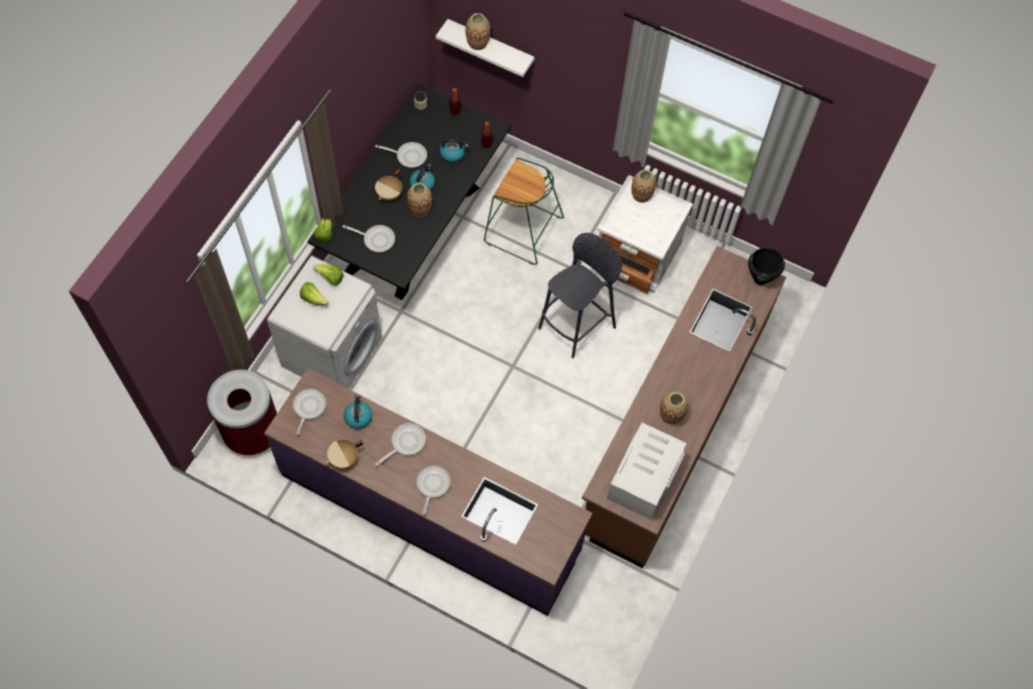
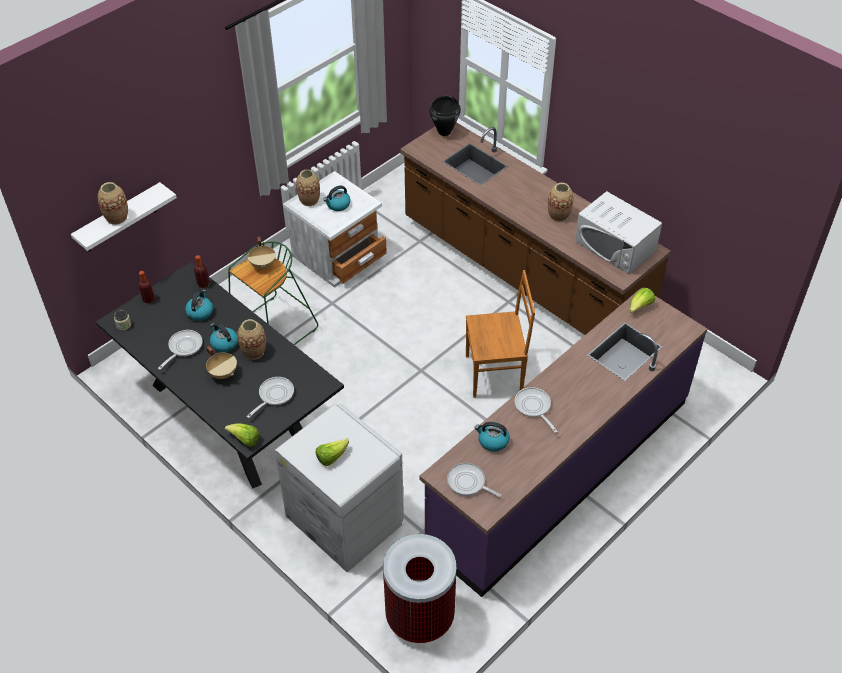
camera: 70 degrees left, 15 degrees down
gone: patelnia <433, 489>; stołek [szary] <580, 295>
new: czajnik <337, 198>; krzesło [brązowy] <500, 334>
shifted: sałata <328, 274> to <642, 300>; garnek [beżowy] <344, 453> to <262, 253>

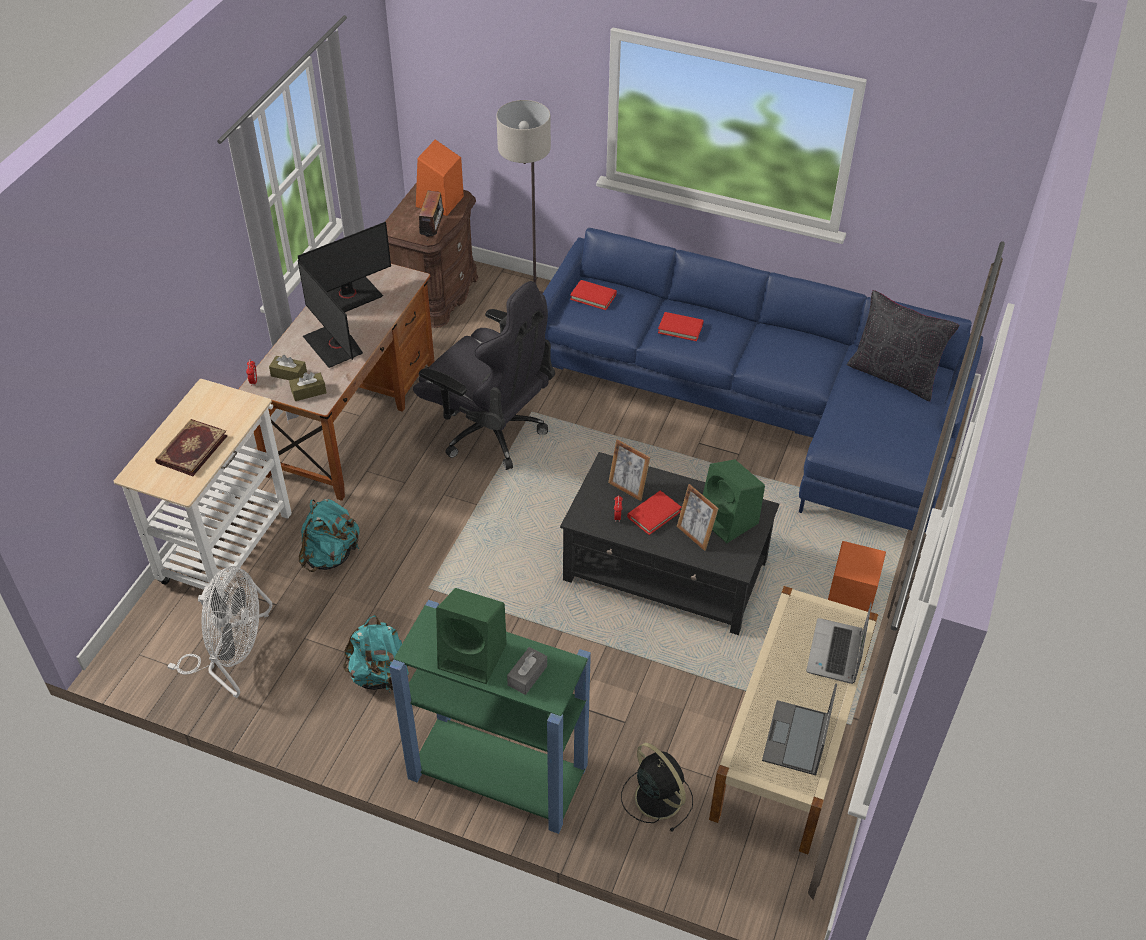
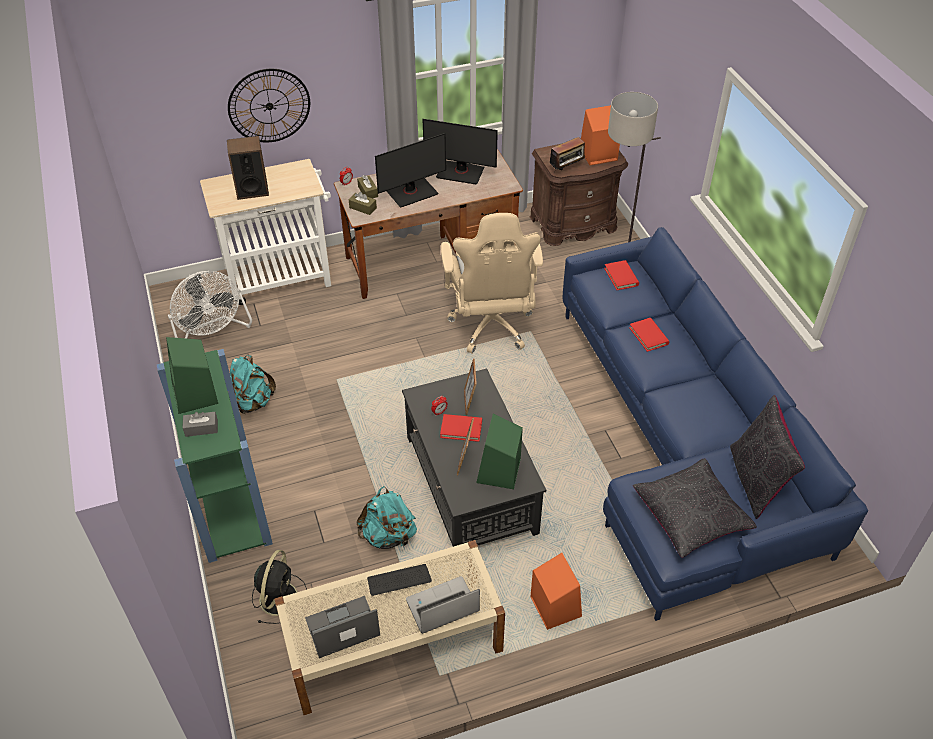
camera: 50 degrees right, 0 degrees up
new: zegar ścienny <269, 105>; klawiatura <399, 580>; poduszka [czarny] <695, 508>
shifted: plecak [turkusowy] <329, 535> to <386, 517>
swapped: książka <191, 447> to głośnik <248, 168>
repainted: krzesło biurowe [czarny] <484, 375> to krzesło biurowe [beżowy] <492, 283>
rotated: monitor <330, 314> = <410, 170> 135 degrees counterclockwise

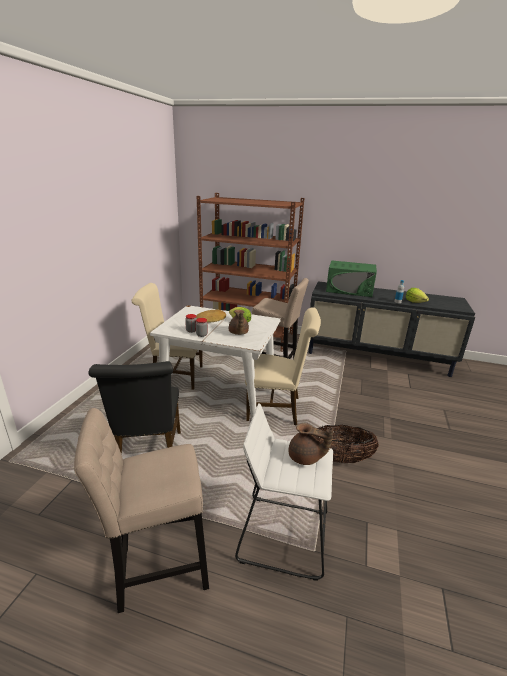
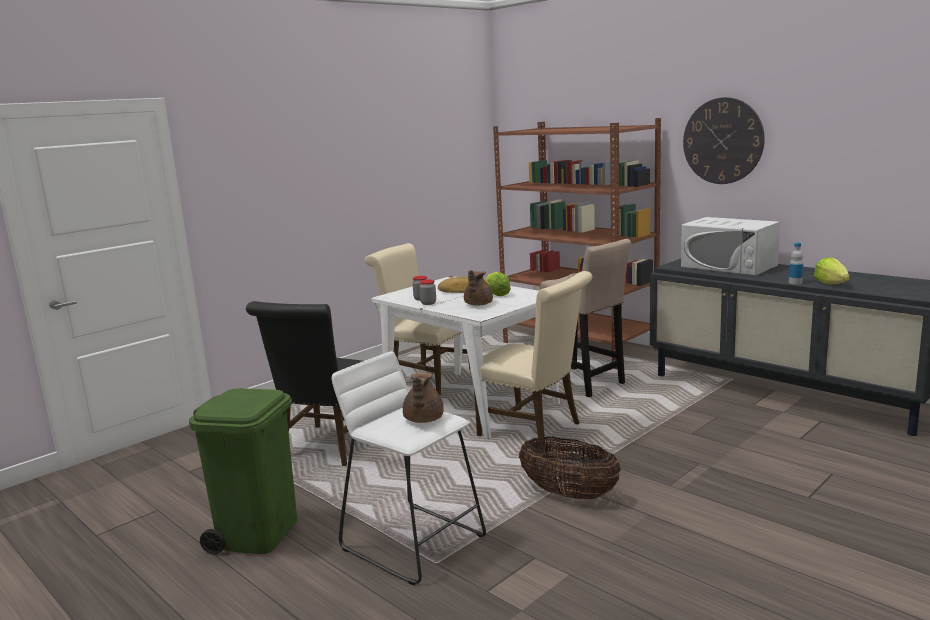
camera: 30 degrees right, 10 degrees down
new: zegar ścienny <724, 140>
swapped: stołek [beżowy] <141, 510> to kosz na śmieci [zielony] <243, 471>
repainted: mikrofalówka [zielony] <351, 279> to mikrofalówka [biały] <730, 246>
rotated: imbryk [brązowy] <310, 444> = <423, 397> 45 degrees clockwise

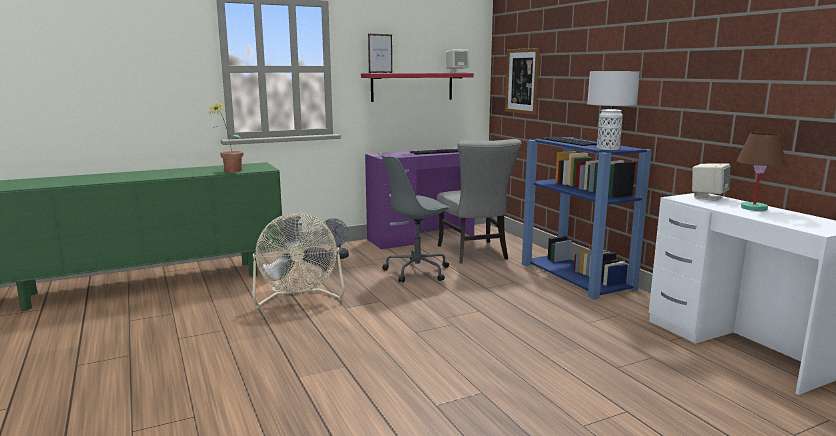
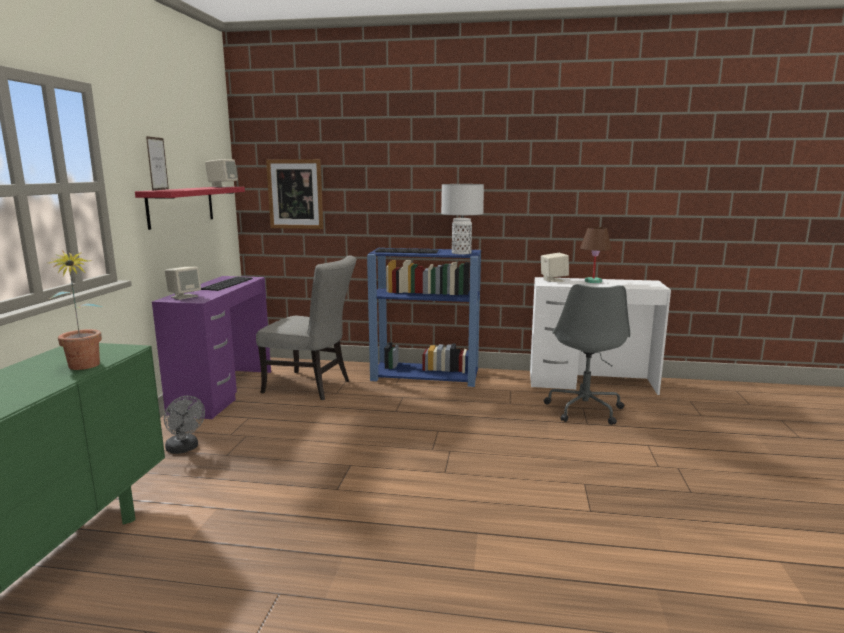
camera: 55 degrees left, 0 degrees up
gone: wentylator [beżowy] <298, 261>
new: głośnik [beżowy] <183, 283>
shifted: krzesło biurowe [szary] <414, 217> to <587, 354>

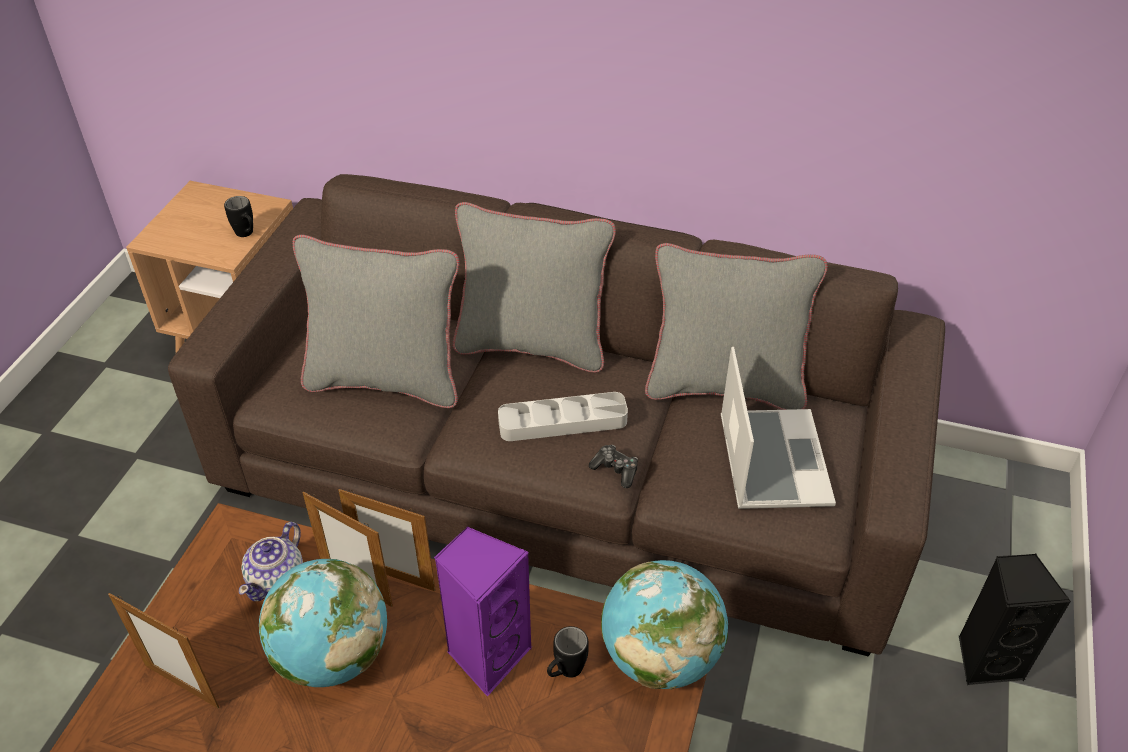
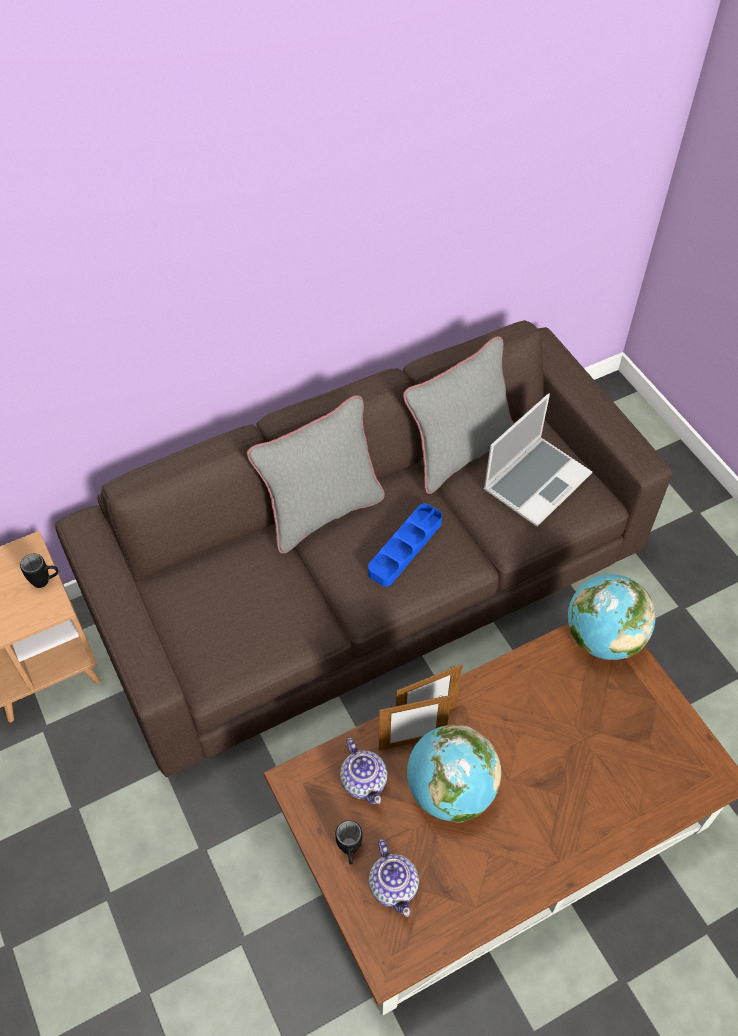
camera: 45 degrees left, 10 degrees up
gone: poduszka [szary] <376, 321>; głośnik [fioletowy] <483, 611>; pad do gier <613, 466>; głośnik [czarny] <1015, 619>
shifted: kubek [czarny] <568, 652> to <348, 842>
swapped: ramka na zdjęcie <163, 651> to imbryk <394, 878>
repainted: taca [szary] <563, 416> to taca [niebieski] <405, 545>
rotated: laptop <778, 428> = <537, 460> 90 degrees clockwise

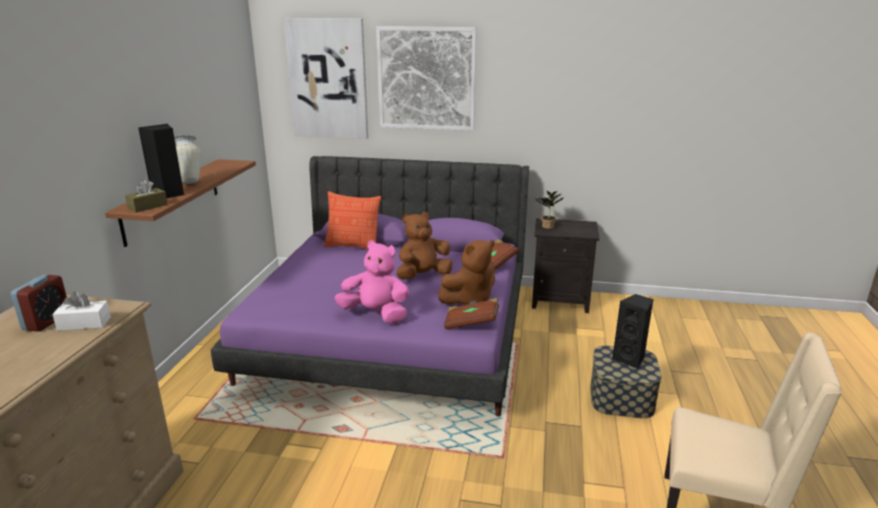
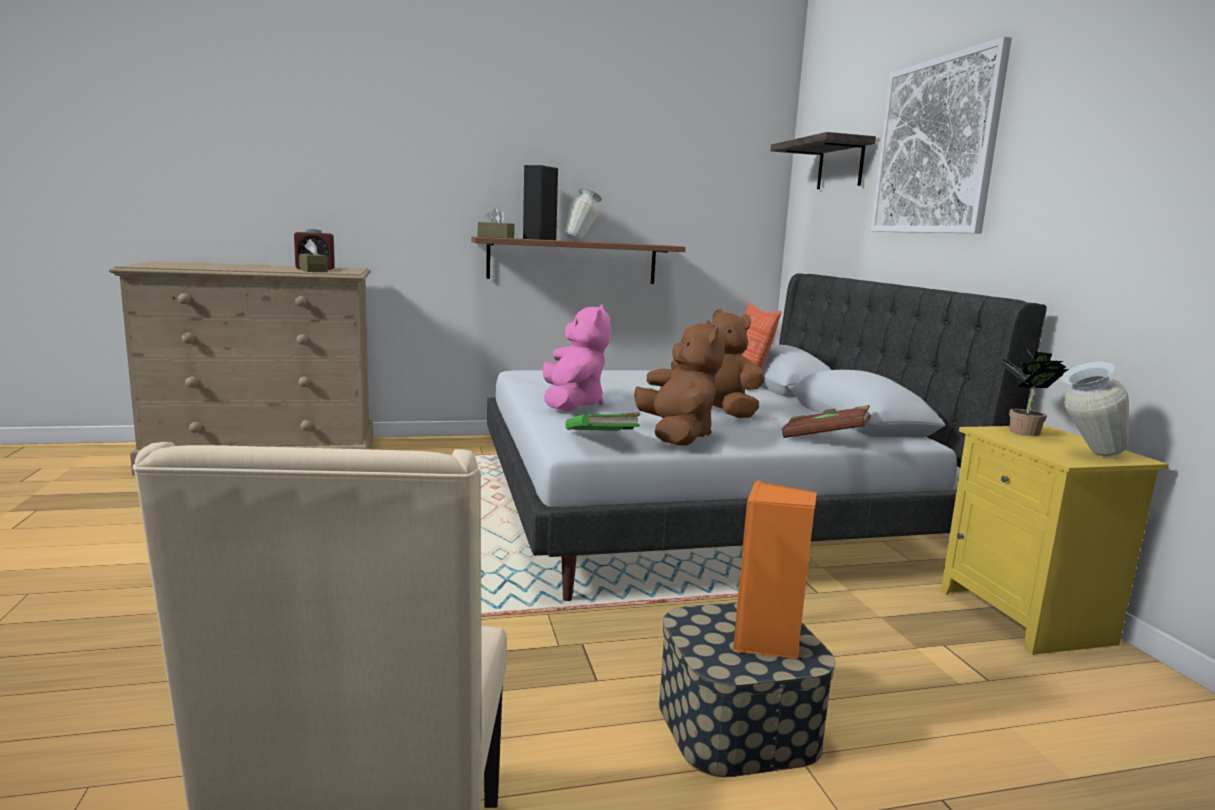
camera: 65 degrees right, 10 degrees down
new: wazon <1095, 409>
swapped: obraz <325, 78> to półka <823, 160>
repainted: pudełko chusteczek [biały] <81, 311> to pudełko chusteczek [brązowy] <313, 255>; łóżko [fioletowy] <370, 286> to łóżko [szary] <767, 437>; książka [brązowy] <471, 313> to książka [zielony] <602, 422>; szafka nocna [czarny] <566, 265> to szafka nocna [żółty] <1055, 540>; głośnik [czarny] <632, 331> to głośnik [pomarańczowy] <775, 570>
rotated: pluszak [brązowy] <466, 272> = <679, 383> 135 degrees counterclockwise

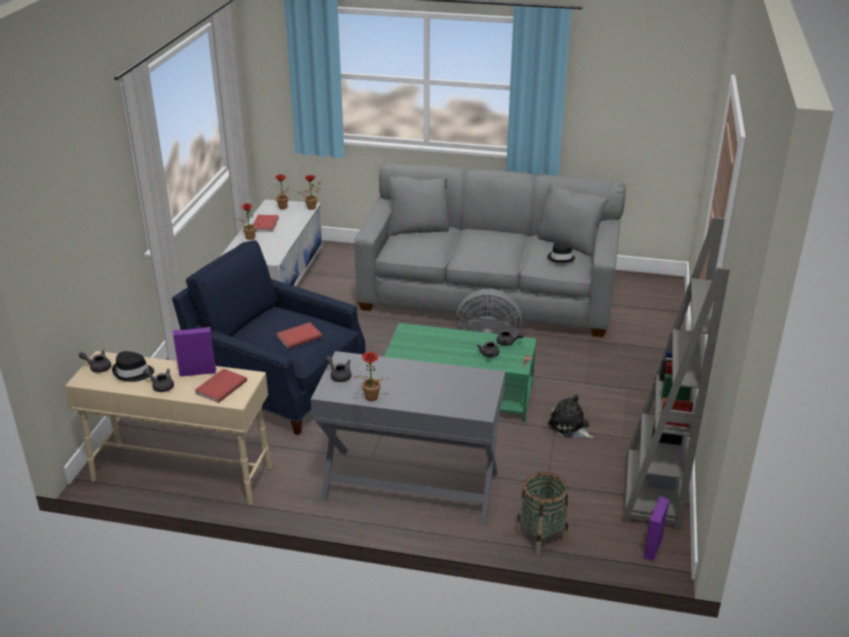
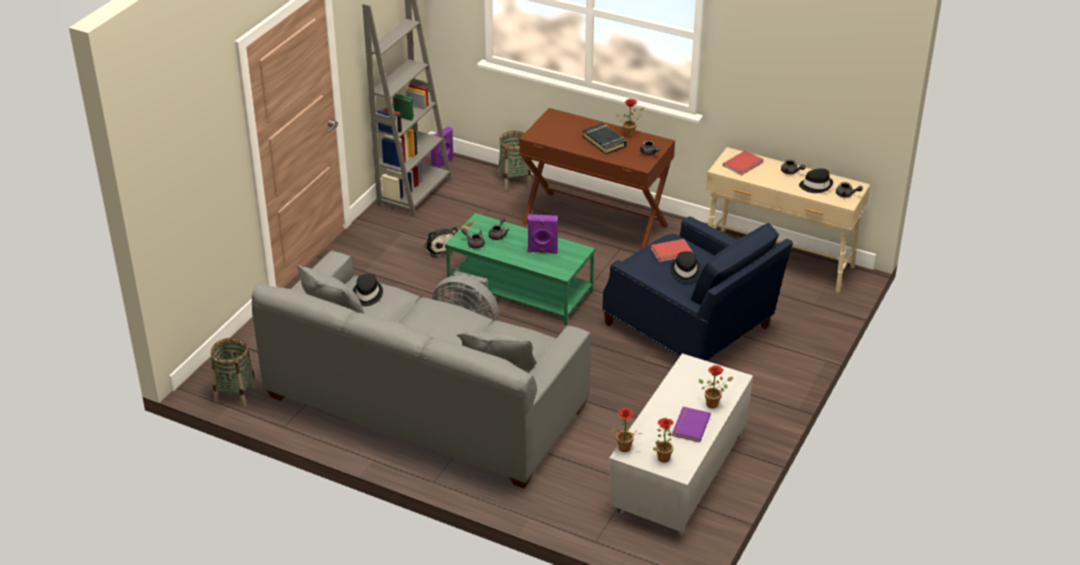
camera: 165 degrees left, 5 degrees up
new: koszyk <234, 372>; książka [czarny] <605, 138>; kapelusz [czarny] <686, 267>
shifted: głośnik [fioletowy] <194, 352> to <542, 234>
repainted: książka [czerwony] <266, 223> to książka [fioletowy] <691, 424>; stolik konsolowy [szary] <408, 438> to stolik konsolowy [brązowy] <597, 179>

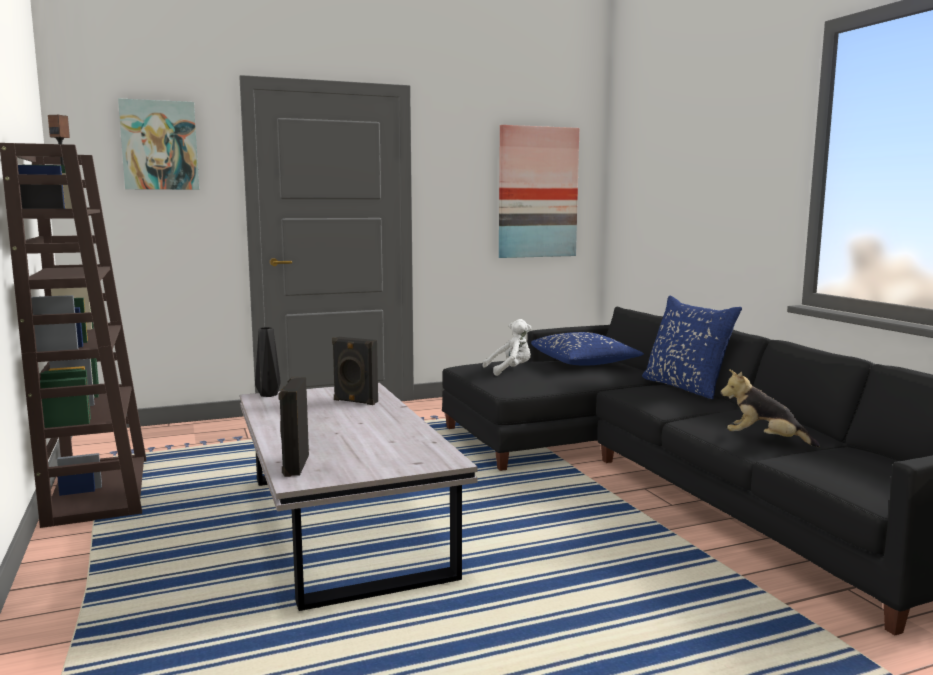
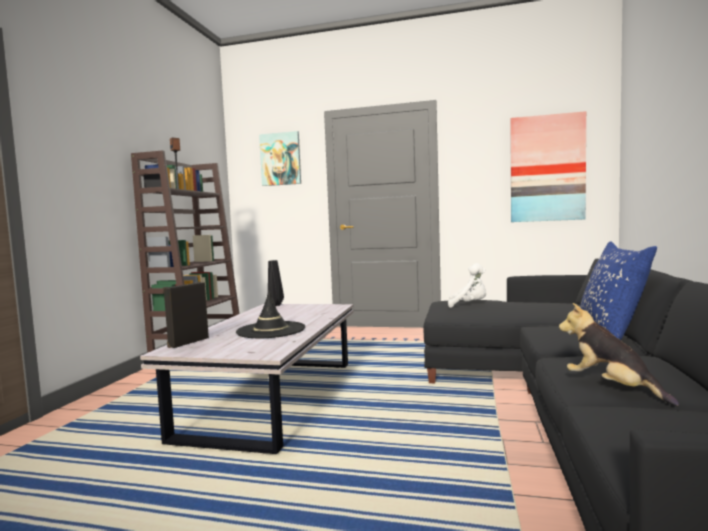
camera: 35 degrees right, 5 degrees down
gone: głośnik [czarny] <355, 371>; poduszka [niebieski] <587, 349>
new: kapelusz [czarny] <270, 313>

